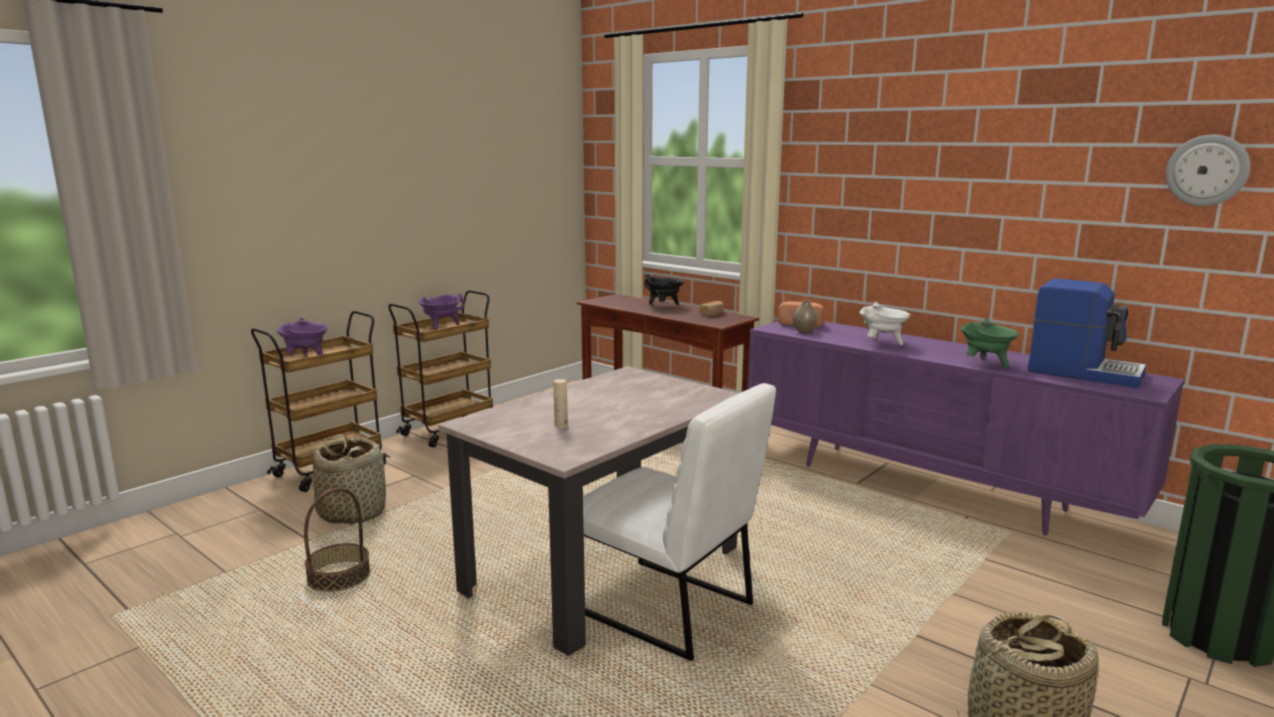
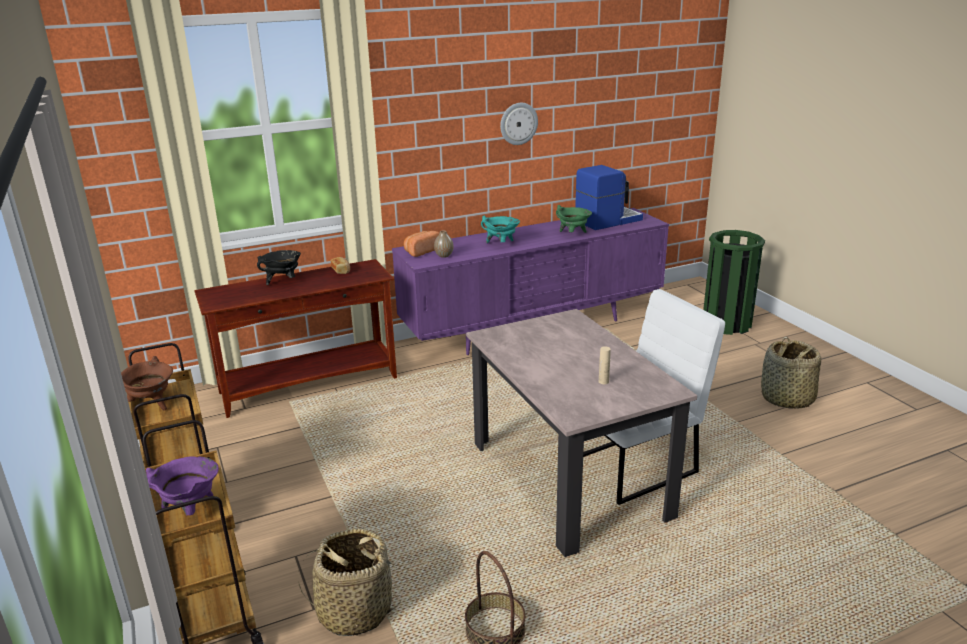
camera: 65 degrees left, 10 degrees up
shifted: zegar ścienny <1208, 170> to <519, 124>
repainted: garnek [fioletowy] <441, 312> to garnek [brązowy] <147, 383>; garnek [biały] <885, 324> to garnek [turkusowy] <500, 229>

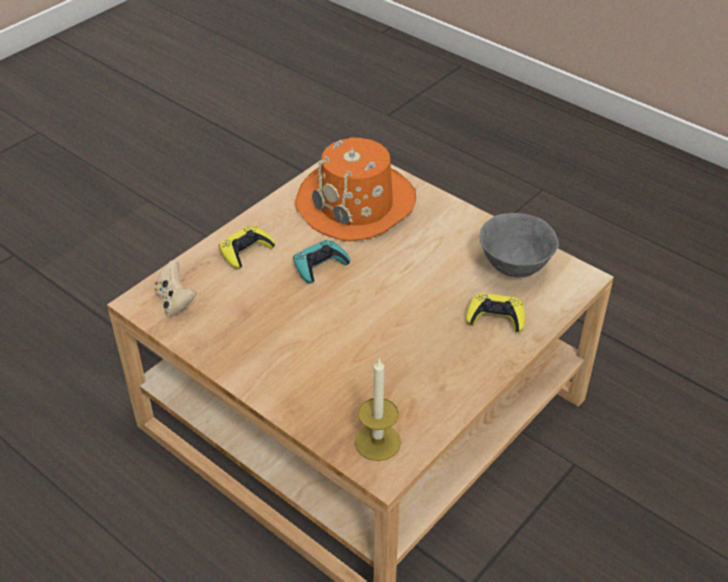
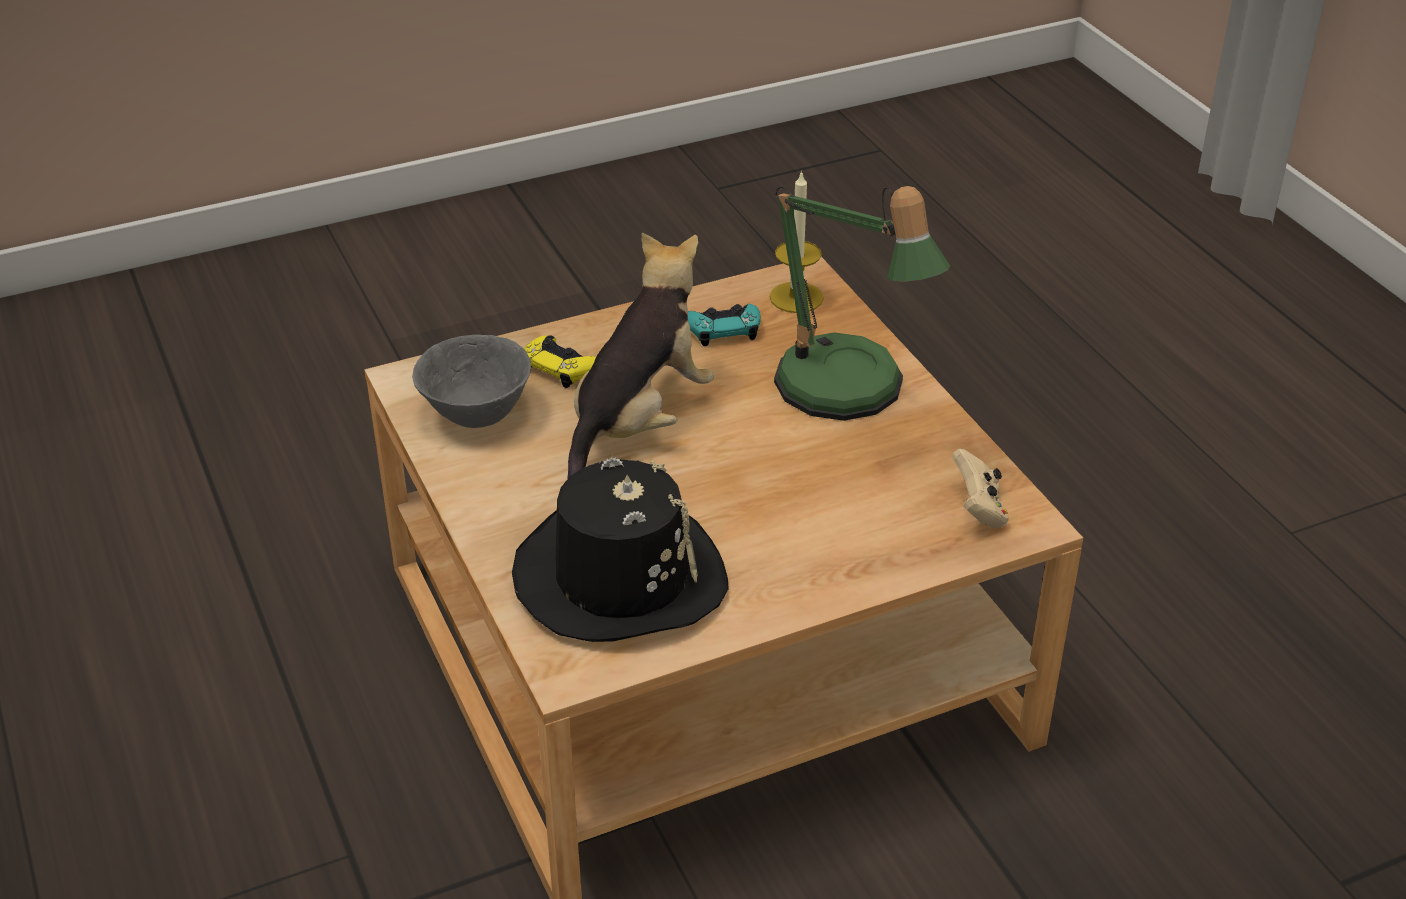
camera: 155 degrees left, 5 degrees down
gone: pad do gier [żółty] <247, 247>
new: pluszak <640, 356>; lampa stołowa <862, 303>
shifted: pad do gier [turkusowy] <321, 262> to <724, 325>
repainted: kapelusz [pomarańczowy] <355, 189> to kapelusz [czarny] <620, 549>

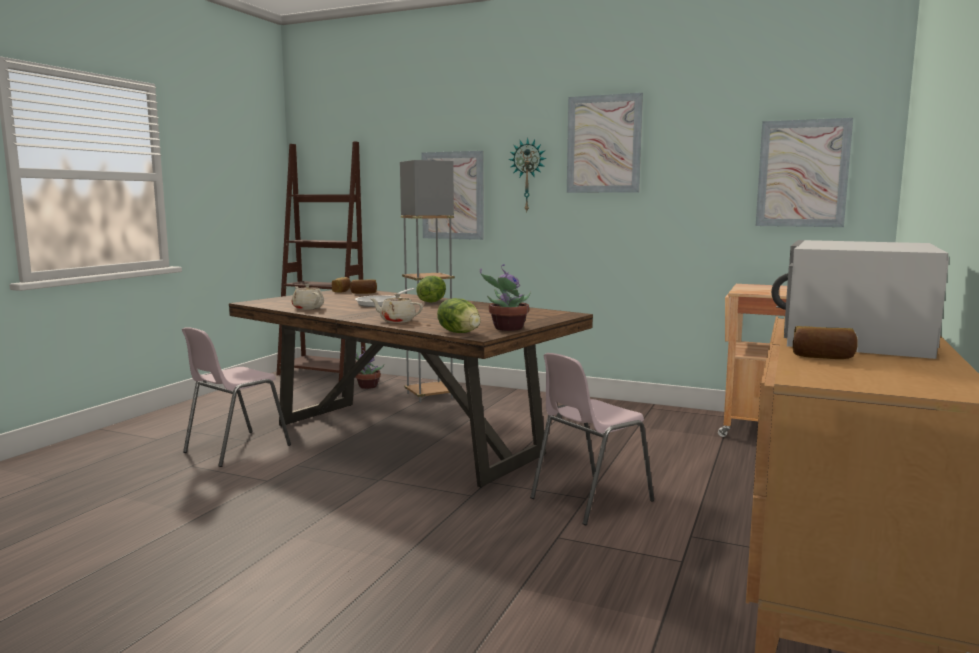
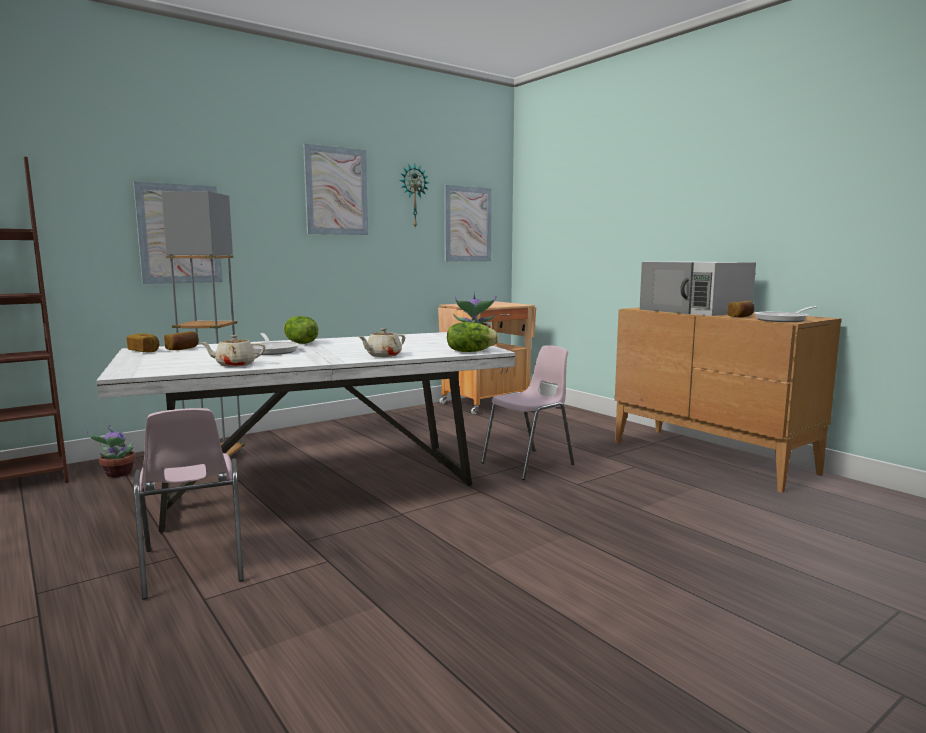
camera: 60 degrees left, 0 degrees up
new: patelnia <785, 314>
shifted: zegar ścienny <527, 175> to <414, 196>
repainted: stół jadalny [brązowy] <411, 388> to stół jadalny [biały] <305, 432>
rotated: krzesło [różowy] <592, 439> = <527, 412> 120 degrees counterclockwise

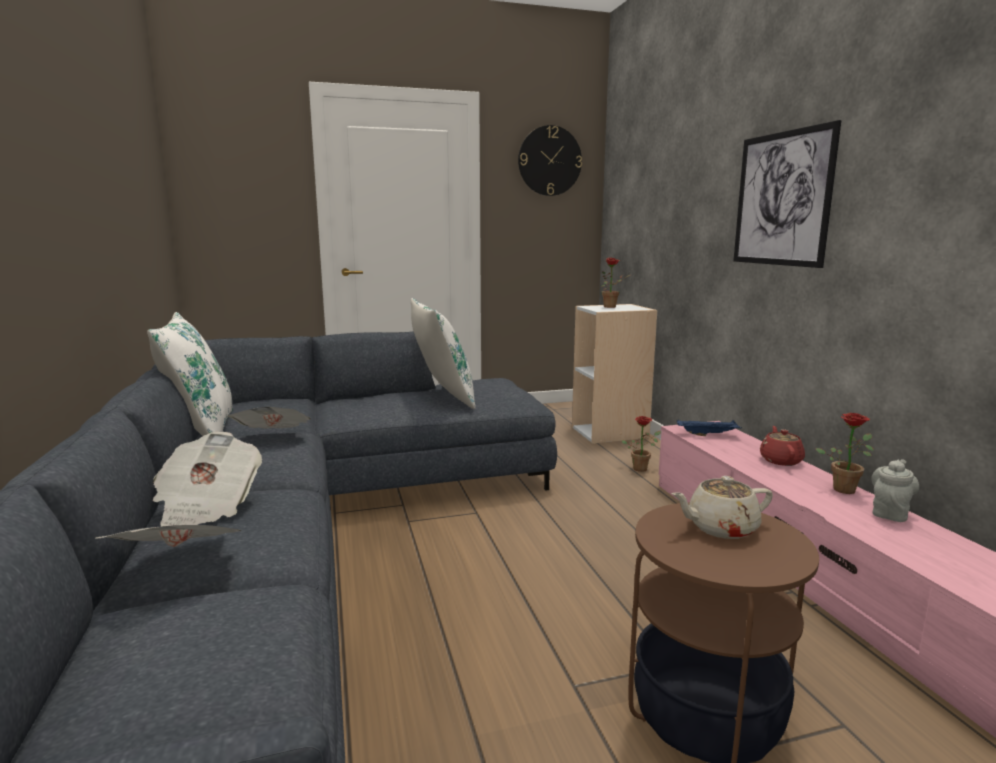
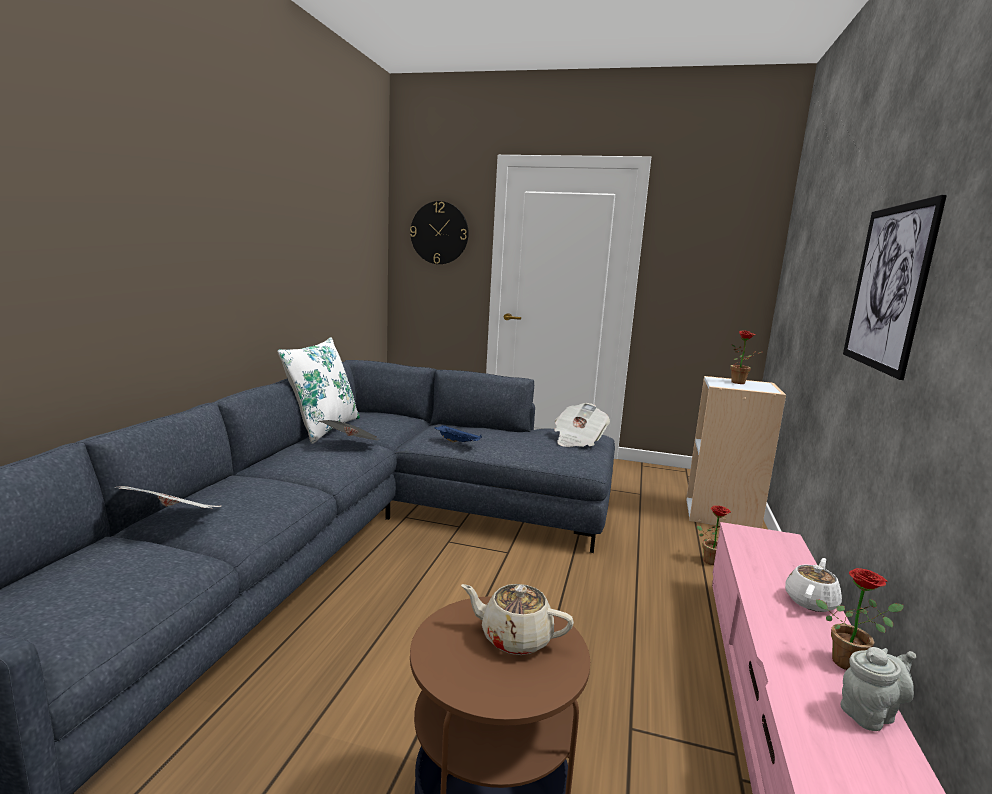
camera: 30 degrees right, 0 degrees up
gone: poduszka [biały] <443, 353>
shifted: gazeta <207, 479> to <582, 425>; zegar ścienny <550, 160> to <439, 232>; taca [niebieski] <709, 428> to <458, 434>
repainted: imbryk [czerwony] <782, 446> to imbryk [biały] <813, 585>

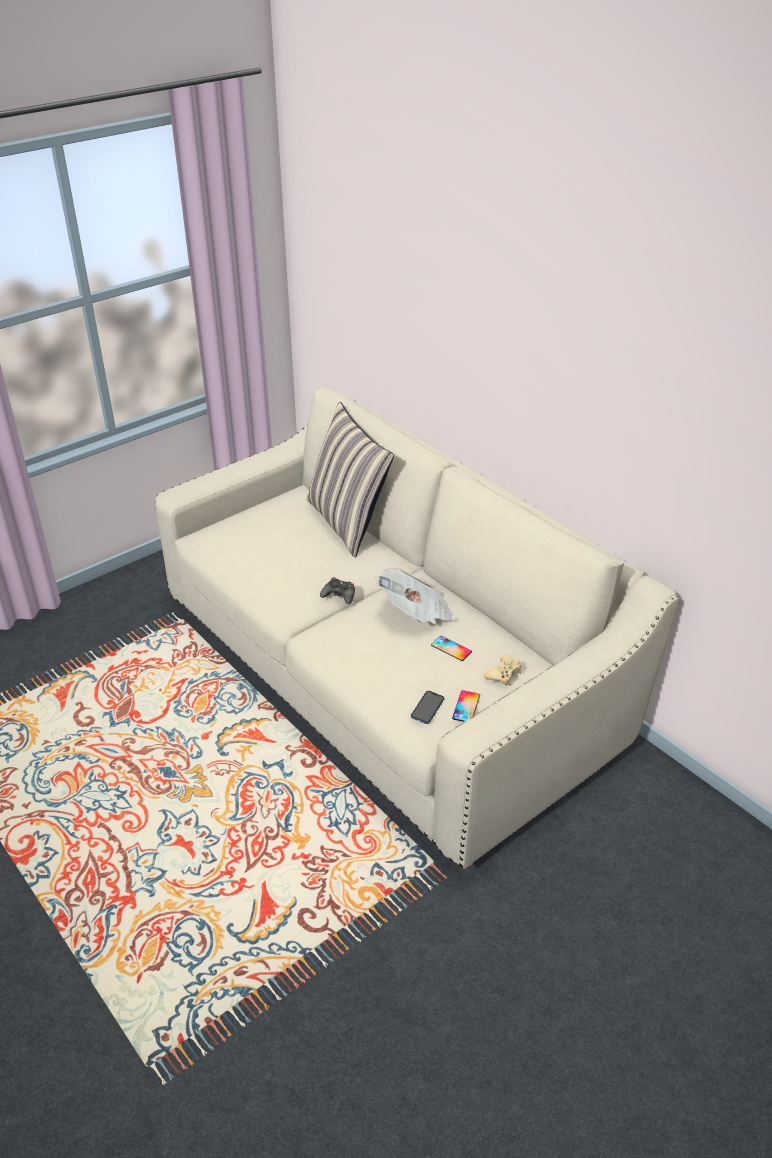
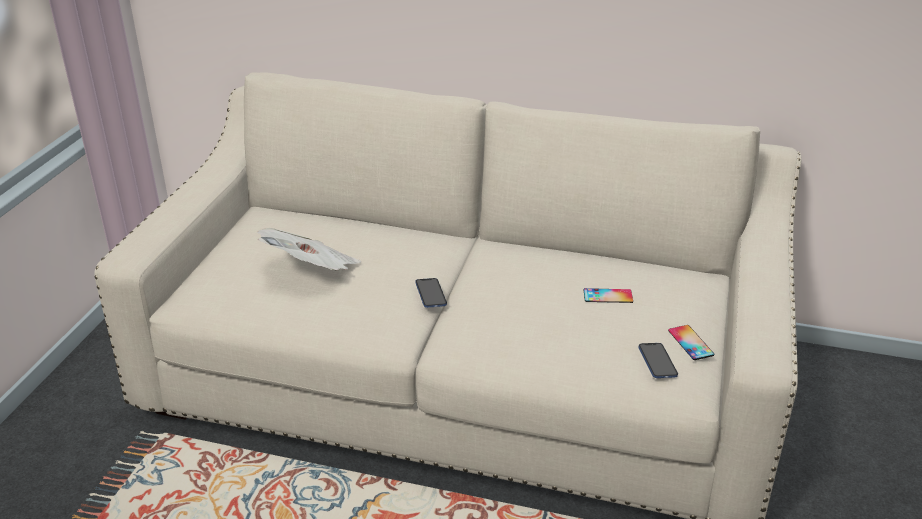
camera: 35 degrees left, 5 degrees down
gone: poduszka <350, 480>; pad do gier [beżowy] <502, 670>
shifted: gazeta <416, 596> to <309, 249>
swapped: pad do gier [czarny] <337, 590> to telefon <431, 293>

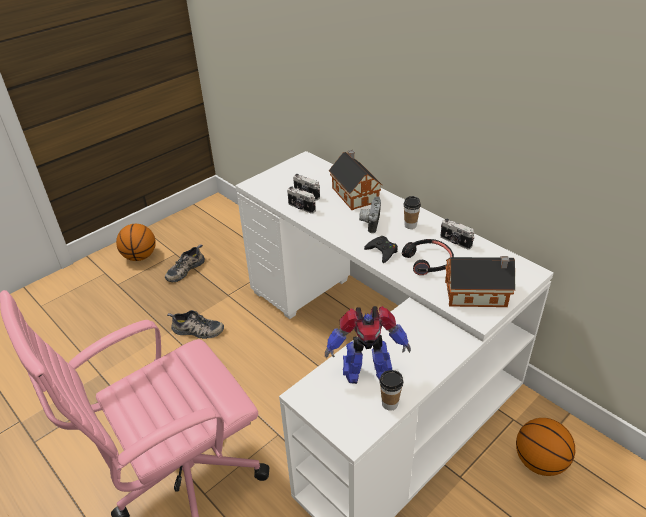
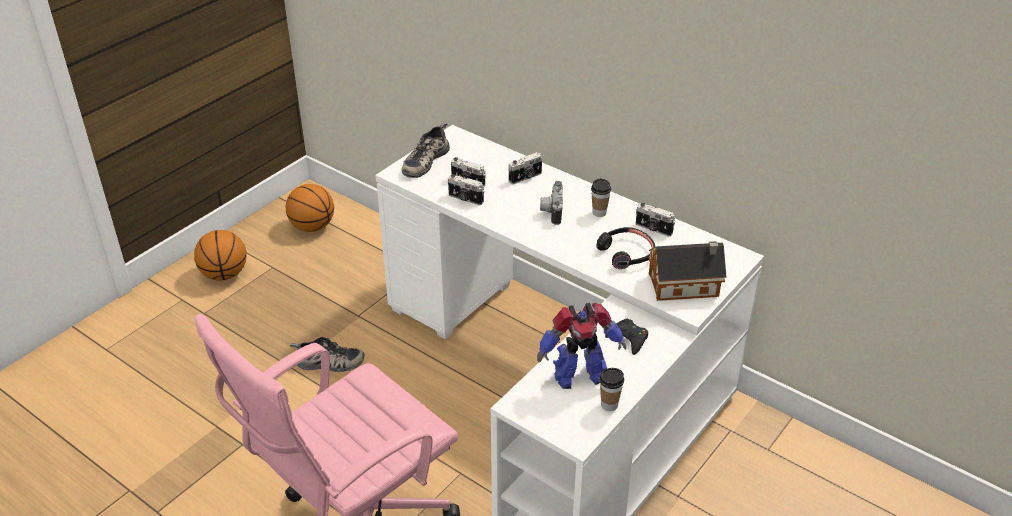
camera: 10 degrees left, 0 degrees up
shifted: but <185, 263> to <426, 150>; pad do gier [czarny] <381, 249> to <626, 337>; piłka do koszykówki <545, 447> to <310, 208>
swapped: domek <355, 180> to aparat fotograficzny <525, 168>

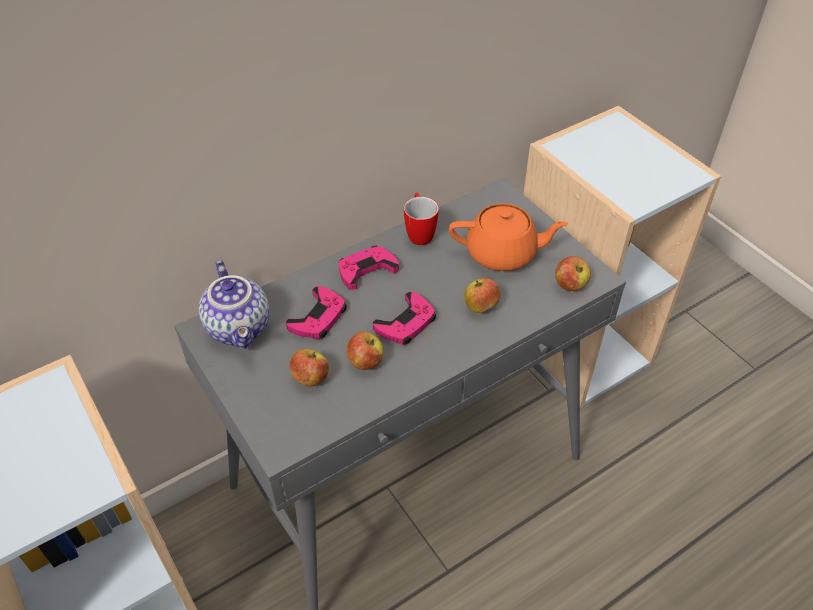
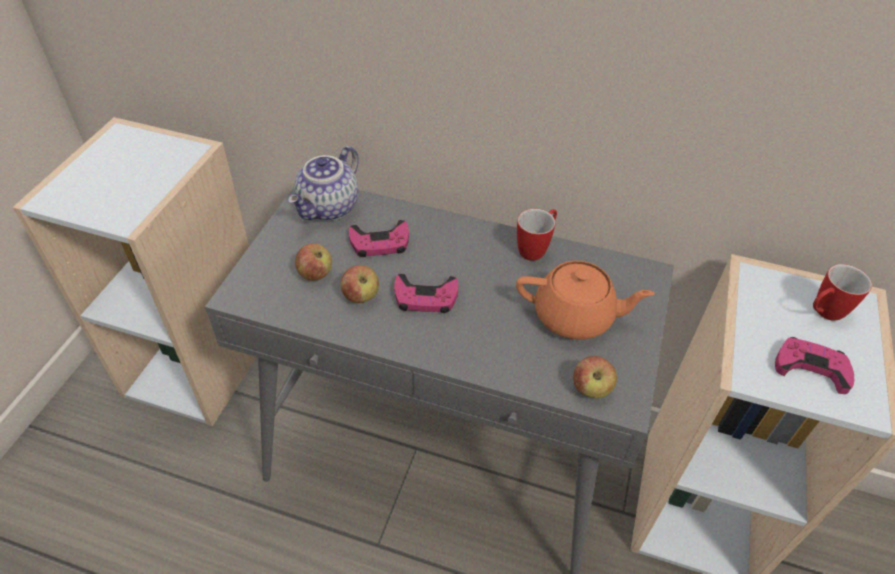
camera: 50 degrees right, 0 degrees up
gone: jabłko <482, 295>
new: kubek <842, 292>
shifted: pad do gier [różowy] <369, 268> to <814, 365>
rotated: imbryk [pomarańczowy] <508, 237> = <585, 300> 45 degrees counterclockwise

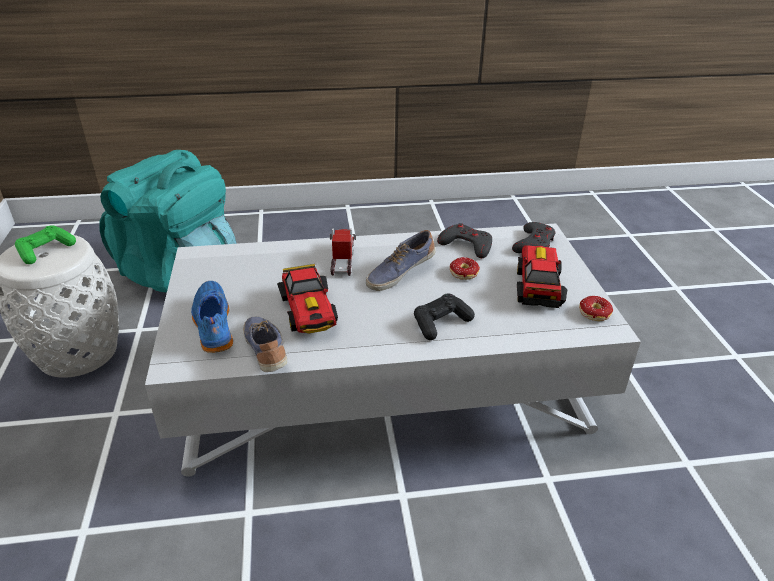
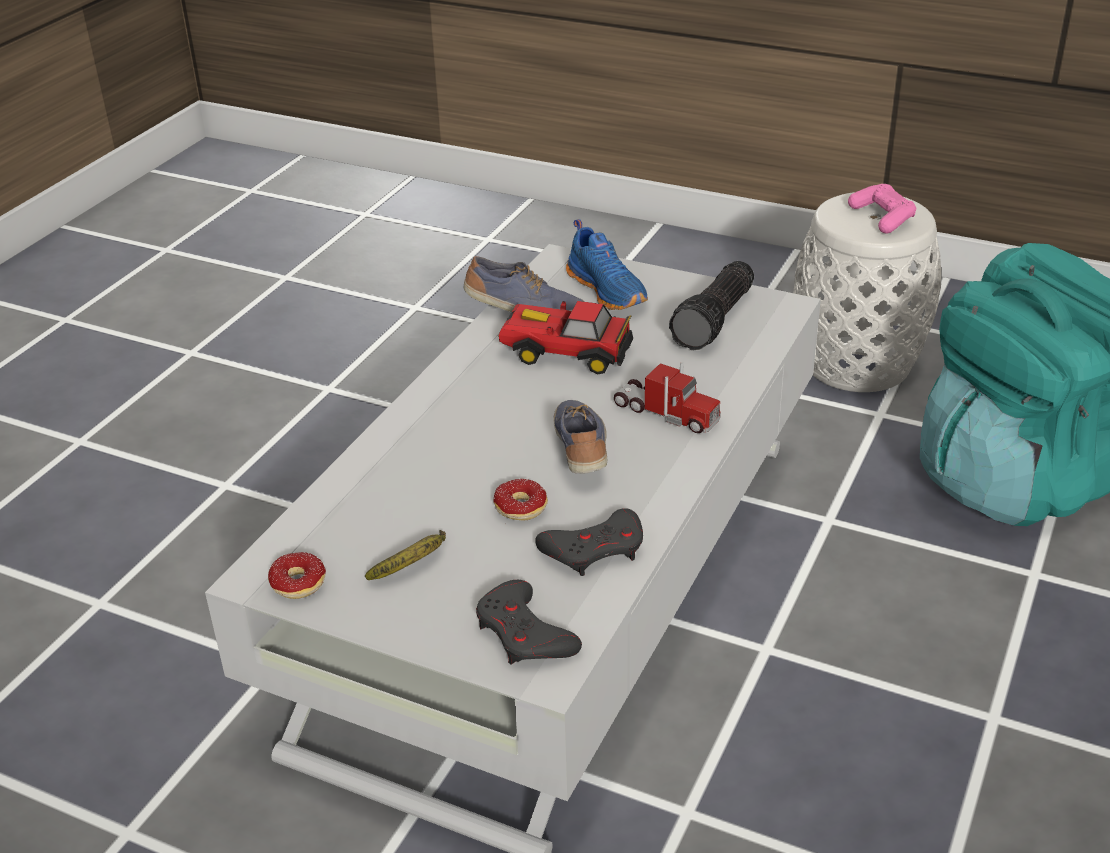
camera: 125 degrees right, 0 degrees up
gone: pad do gier [czarny] <444, 317>
new: latarka <711, 305>
swapped: samochodzik <542, 276> to banan <405, 555>
repainted: pad do gier [zielony] <45, 244> to pad do gier [różowy] <882, 209>
rotated: but [niebieski] <212, 317> = <607, 264> 45 degrees clockwise

